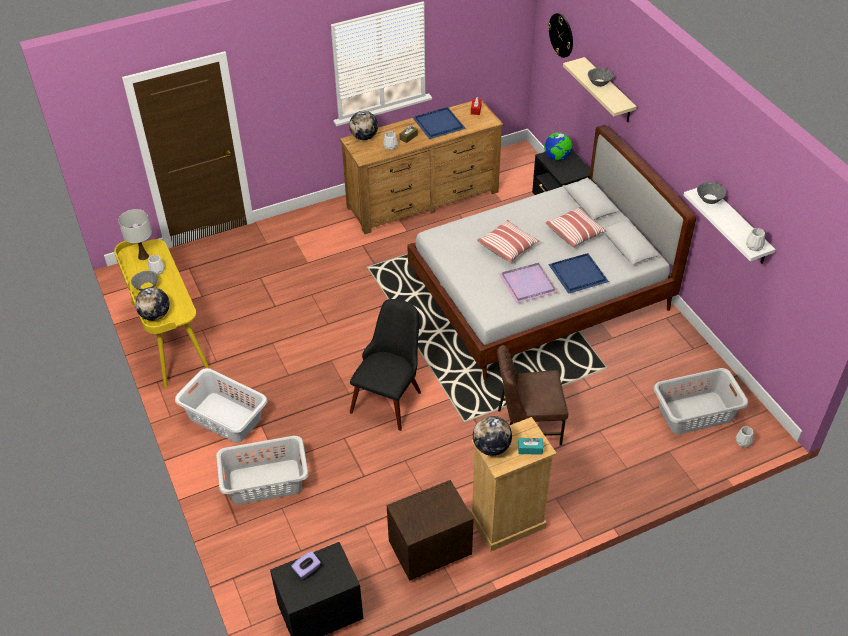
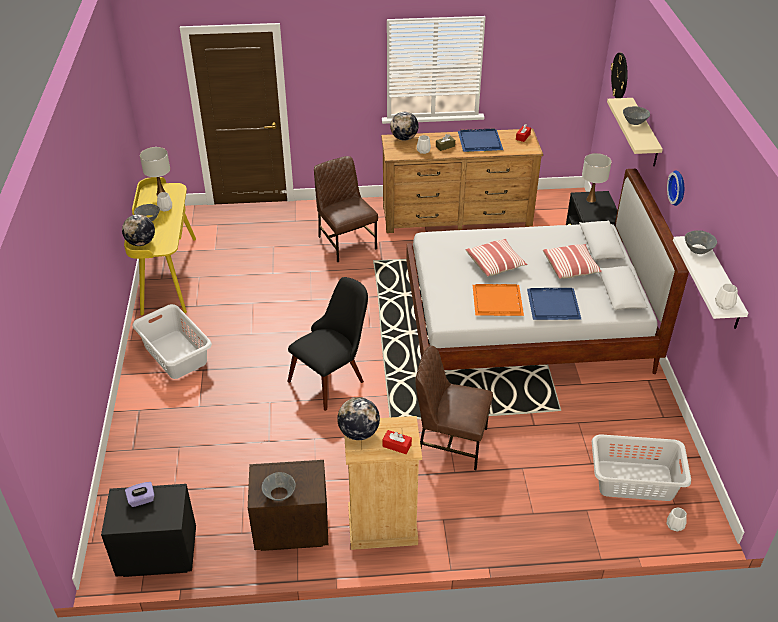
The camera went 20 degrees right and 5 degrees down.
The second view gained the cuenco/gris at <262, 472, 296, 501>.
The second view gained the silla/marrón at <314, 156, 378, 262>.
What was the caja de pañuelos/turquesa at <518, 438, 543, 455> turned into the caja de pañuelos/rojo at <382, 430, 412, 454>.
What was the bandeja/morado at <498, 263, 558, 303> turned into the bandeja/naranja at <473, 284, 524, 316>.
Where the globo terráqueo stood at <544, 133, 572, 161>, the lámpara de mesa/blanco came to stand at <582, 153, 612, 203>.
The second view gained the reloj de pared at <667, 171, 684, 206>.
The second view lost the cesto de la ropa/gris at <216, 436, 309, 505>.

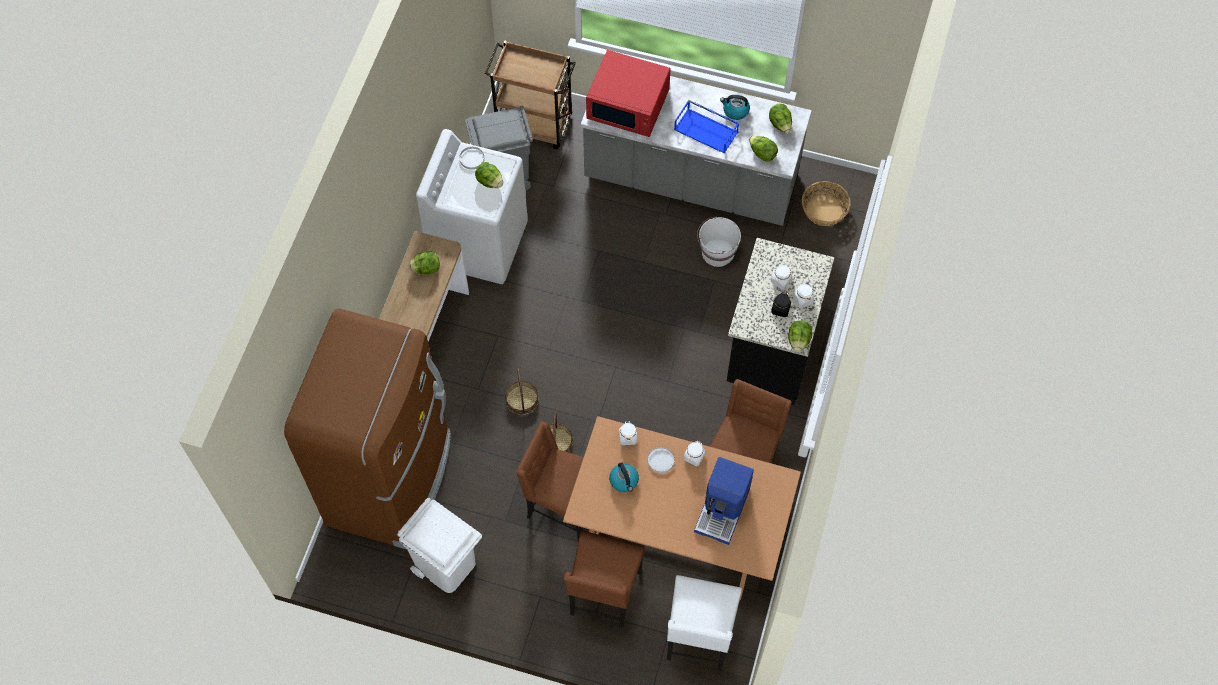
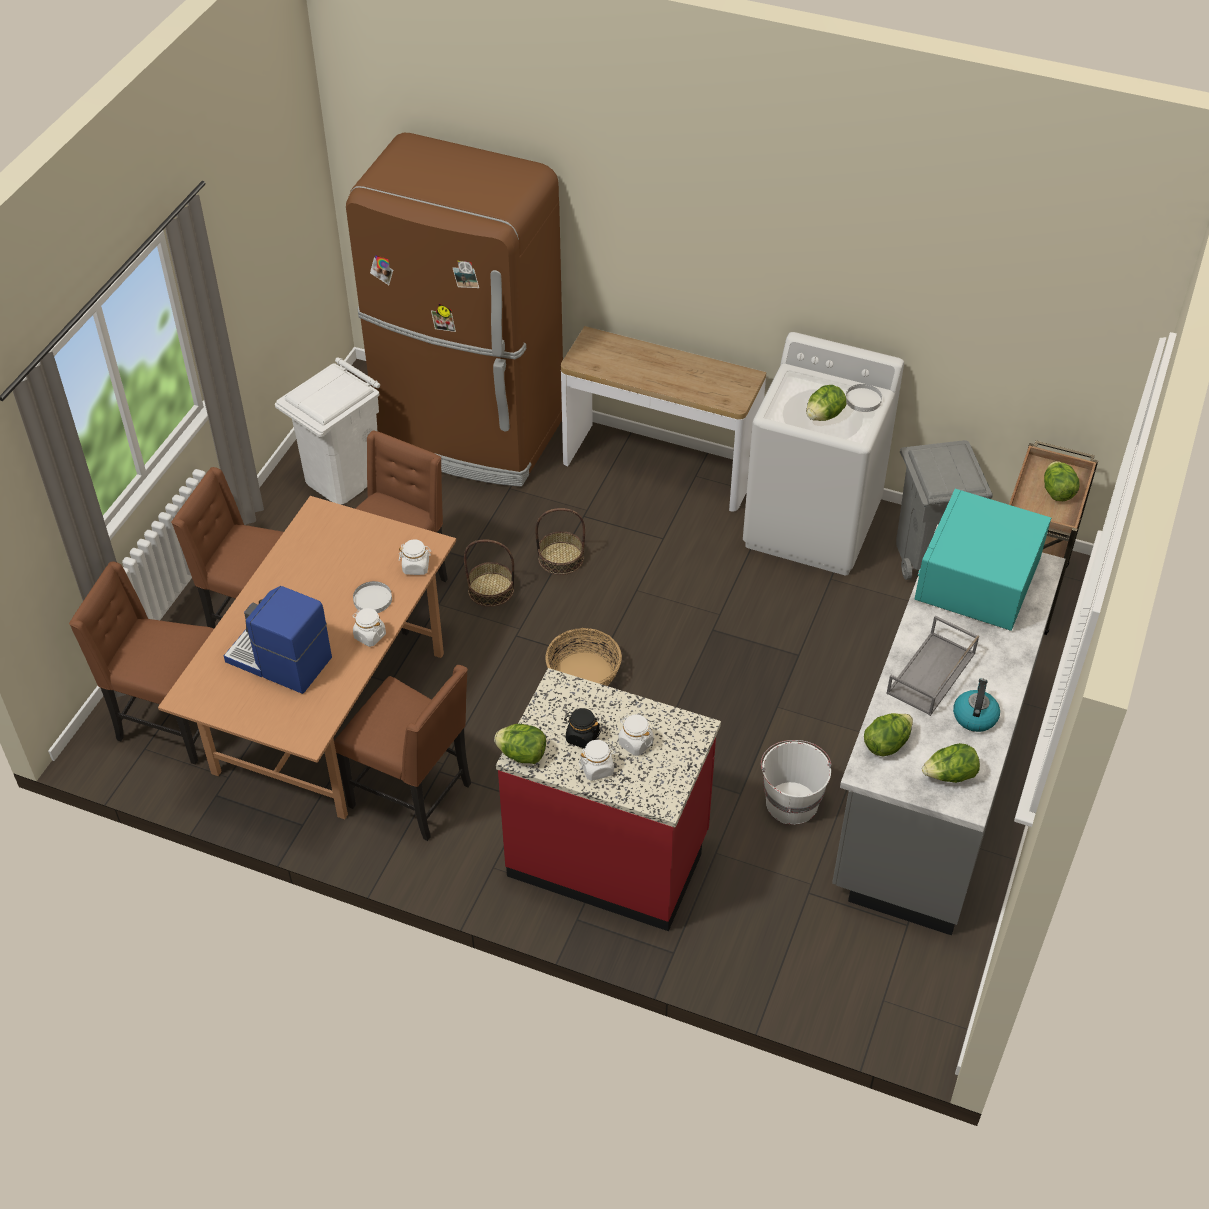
The camera went 95 degrees right and 15 degrees down.
What was the silla/blanco at <667, 575, 742, 671> turned into the silla/marrón at <69, 561, 214, 765>.
What was the mueble bajo de cocina/negro at <727, 238, 834, 405> turned into the mueble bajo de cocina/rojo at <496, 668, 721, 931>.
The cesta ended up elsewhere, having gone from <802, 181, 851, 226> to <545, 628, 622, 686>.
What was the bandeja/azul at <674, 100, 739, 154> turned into the bandeja/gris at <886, 616, 979, 716>.
What was the microondas/rojo at <586, 50, 671, 137> turned into the microondas/turquesa at <914, 489, 1051, 631>.
The lechuga ended up elsewhere, having gone from <409, 251, 440, 274> to <1044, 461, 1080, 501>.
The second view lost the hervidor at <609, 462, 639, 492>.

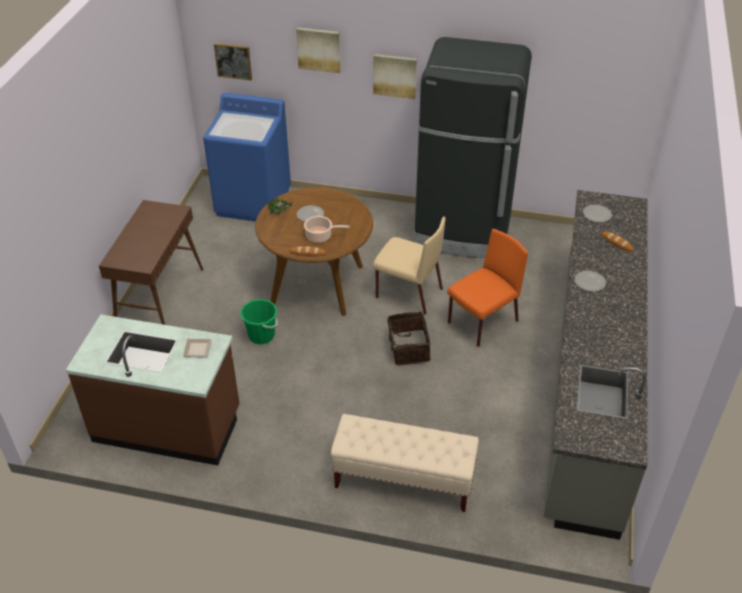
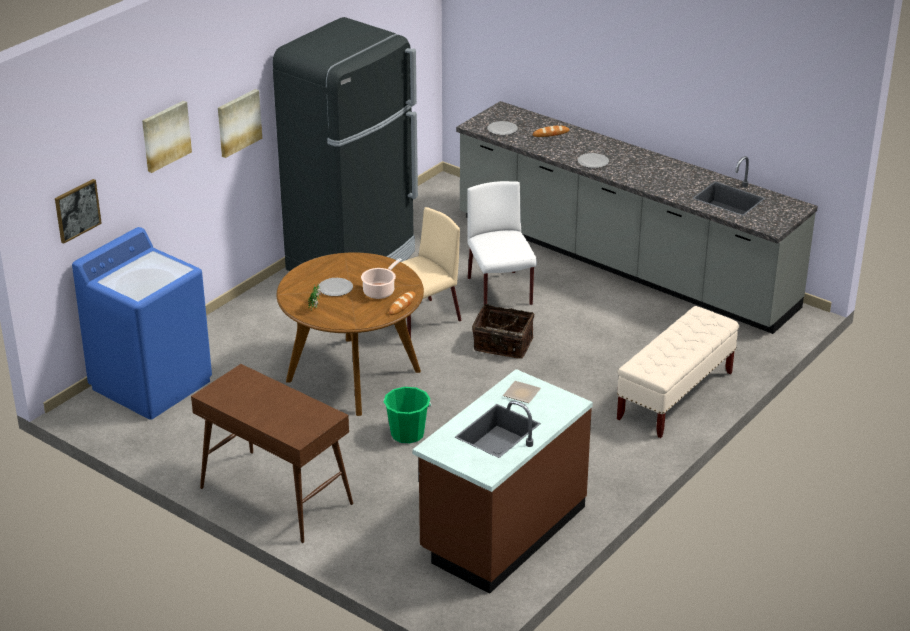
The camera went 65 degrees left and 10 degrees down.
What was the silla/naranja at <447, 229, 528, 347> turned into the silla/blanco at <467, 181, 537, 305>.

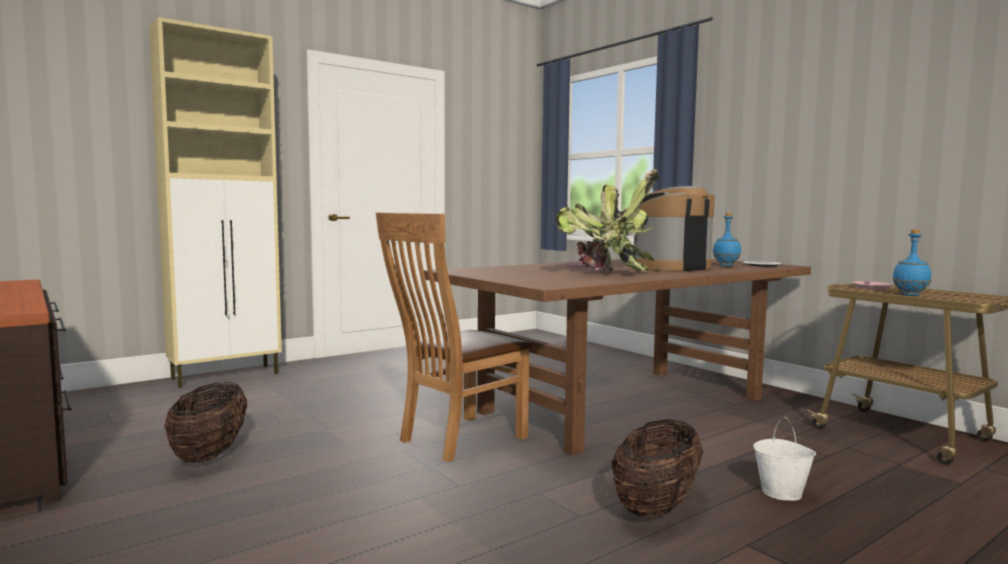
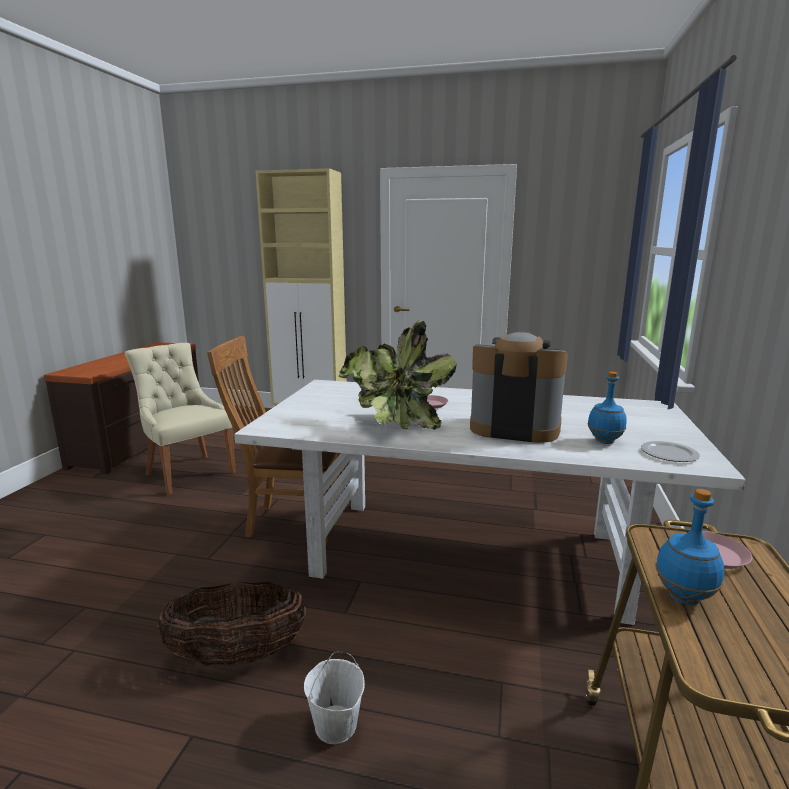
The camera went 50 degrees right and 10 degrees up.
Where the cesta stood at <164, 382, 247, 463>, the silla/beis came to stand at <125, 343, 236, 495>.
What was the mesa de comedor/marrón at <424, 259, 811, 456> turned into the mesa de comedor/blanco at <234, 380, 746, 625>.

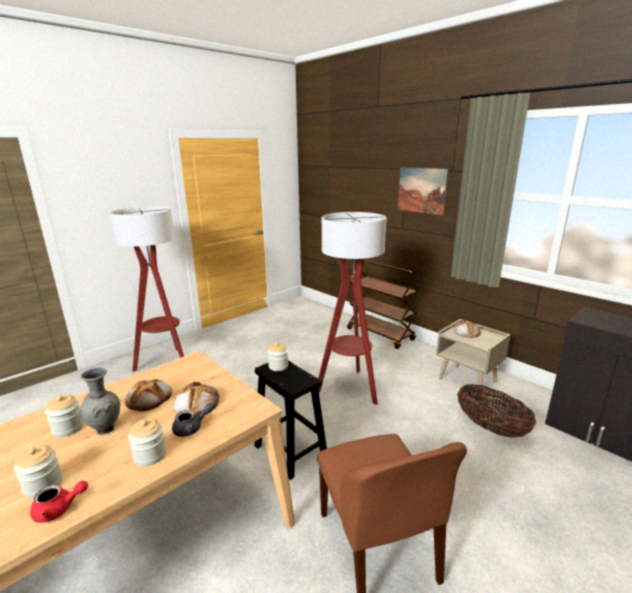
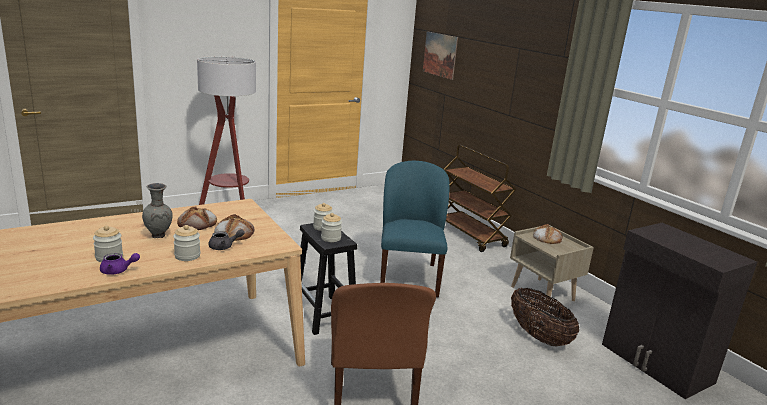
The camera went 10 degrees right and 0 degrees up.
What was the tetera/rojo at <30, 481, 88, 523> turned into the tetera/morado at <100, 253, 140, 275>.
The tarro ended up elsewhere, having gone from <45, 395, 84, 437> to <321, 213, 342, 242>.
Where the lámpara de pie stood at <318, 212, 387, 405>, the silla/azul came to stand at <380, 161, 449, 297>.
The cuadro ended up elsewhere, having gone from <398, 167, 448, 215> to <423, 31, 458, 80>.

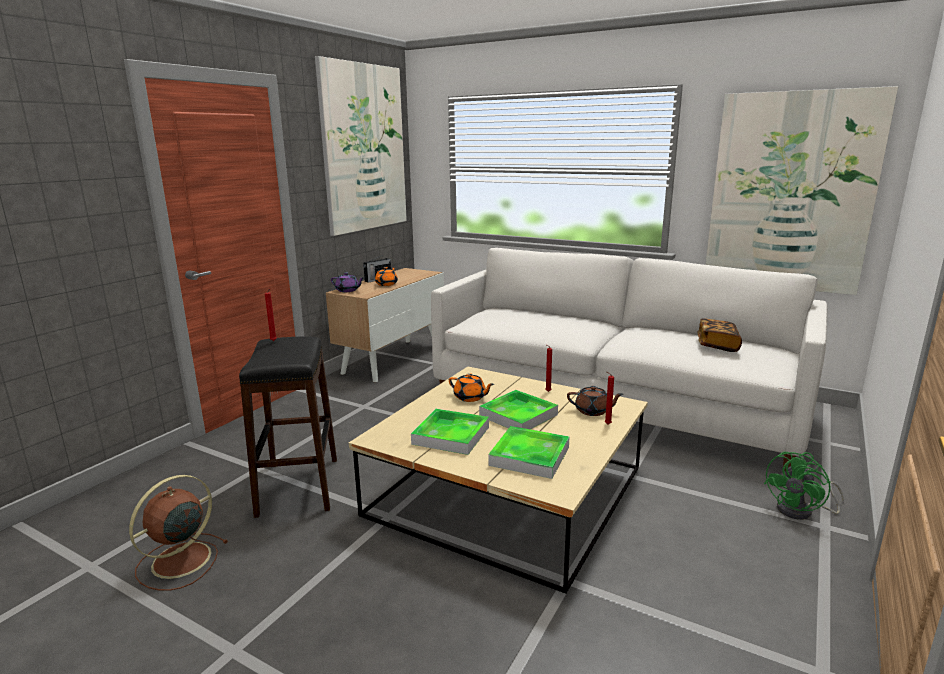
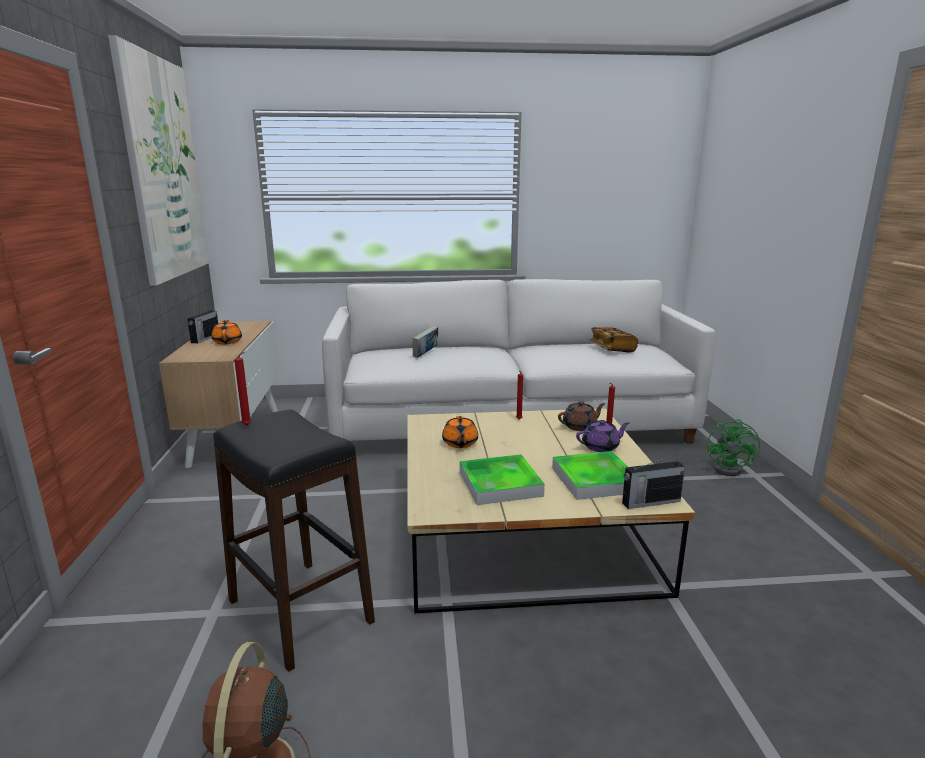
The camera went 35 degrees left and 0 degrees up.
The second view gained the libro at <413, 326, 438, 358>.
The tetera/naranja at <449, 373, 494, 402> ended up facing another way, 90 degrees clockwise from before.
The tetera/morado ended up elsewhere, having gone from <331, 273, 364, 292> to <576, 420, 629, 452>.
The second view gained the radio at <622, 454, 685, 509>.
The second view lost the bandeja at <479, 390, 558, 430>.
The second view lost the cuadro at <705, 86, 899, 295>.

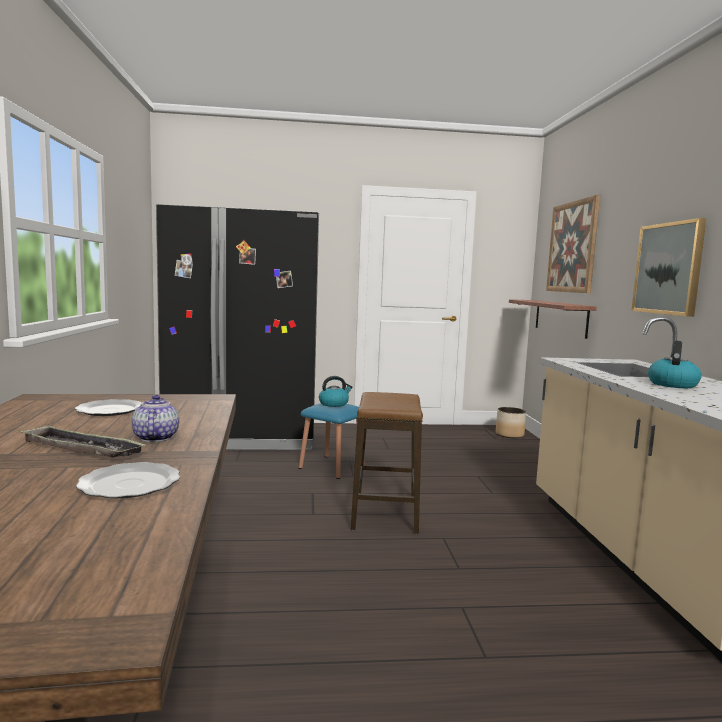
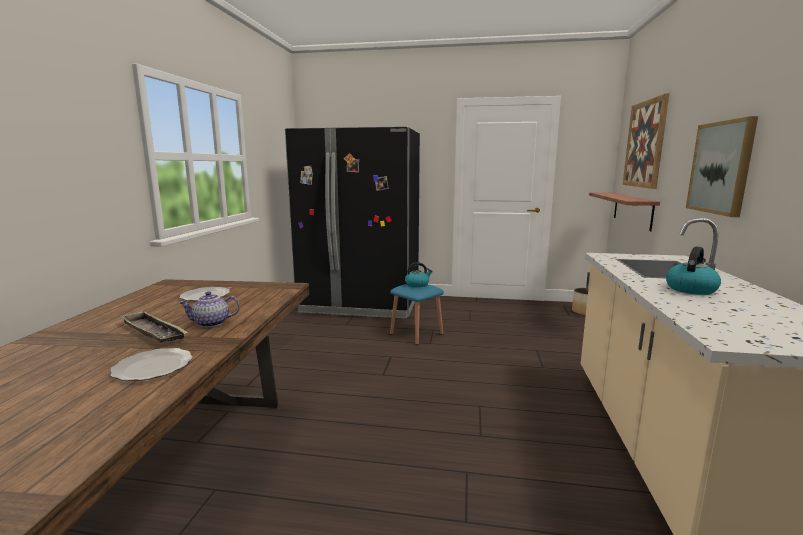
The camera went 15 degrees right and 5 degrees up.
The tetera at <132, 395, 179, 442> ended up facing another way, 105 degrees counterclockwise from before.
The second view lost the taburete at <351, 392, 423, 534>.

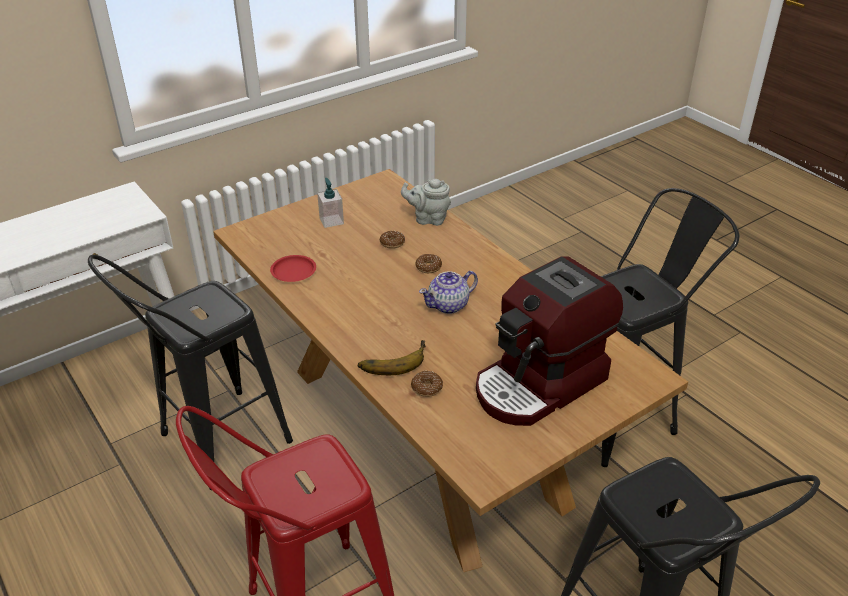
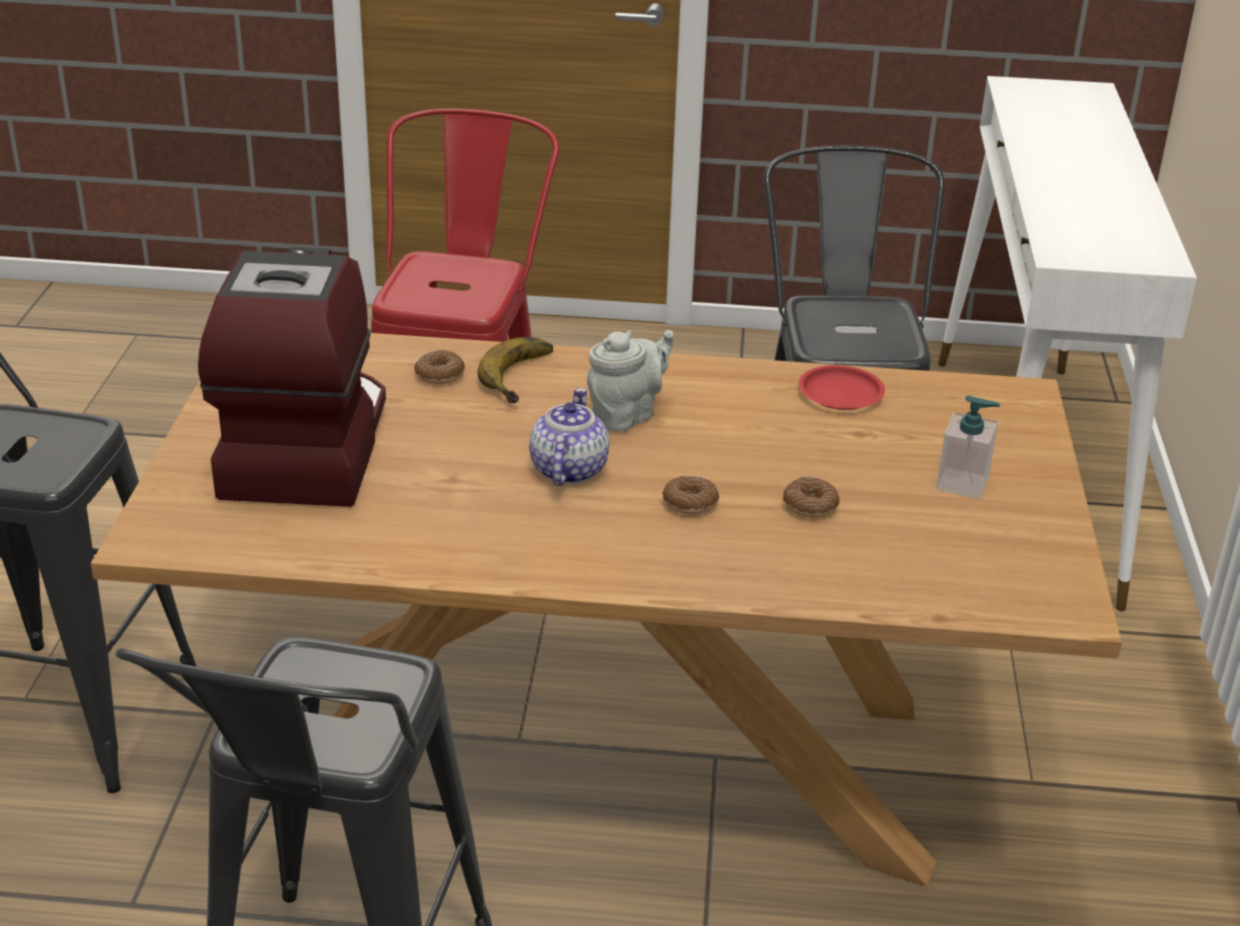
The camera went 130 degrees right and 5 degrees down.
The tetera/gris ended up elsewhere, having gone from <401, 179, 451, 226> to <587, 330, 674, 432>.

